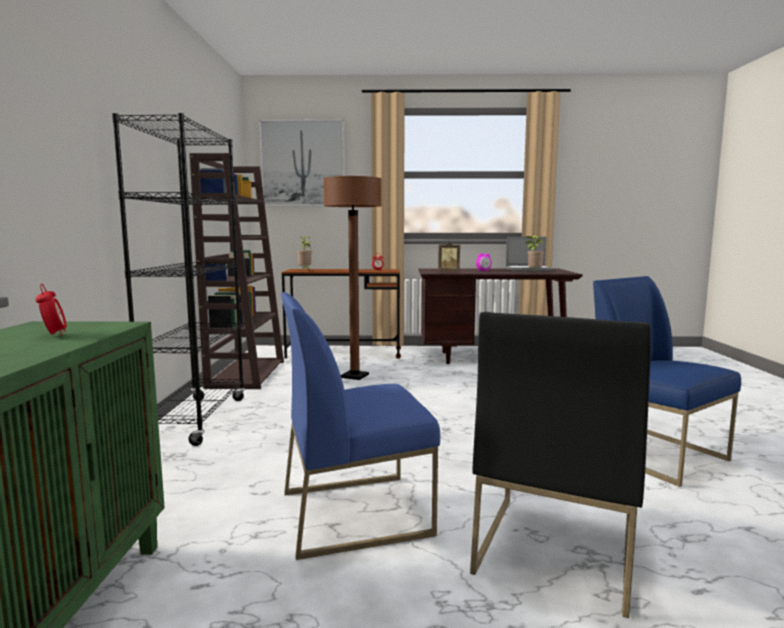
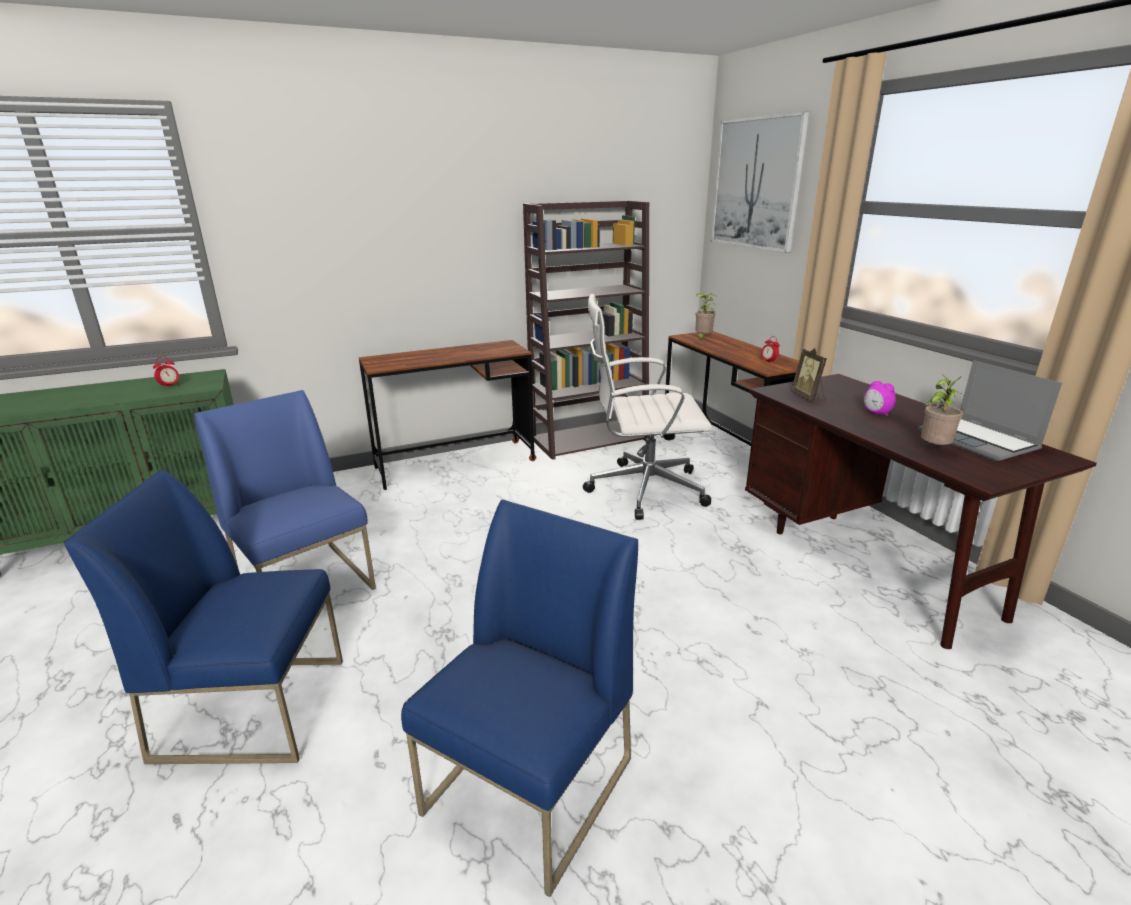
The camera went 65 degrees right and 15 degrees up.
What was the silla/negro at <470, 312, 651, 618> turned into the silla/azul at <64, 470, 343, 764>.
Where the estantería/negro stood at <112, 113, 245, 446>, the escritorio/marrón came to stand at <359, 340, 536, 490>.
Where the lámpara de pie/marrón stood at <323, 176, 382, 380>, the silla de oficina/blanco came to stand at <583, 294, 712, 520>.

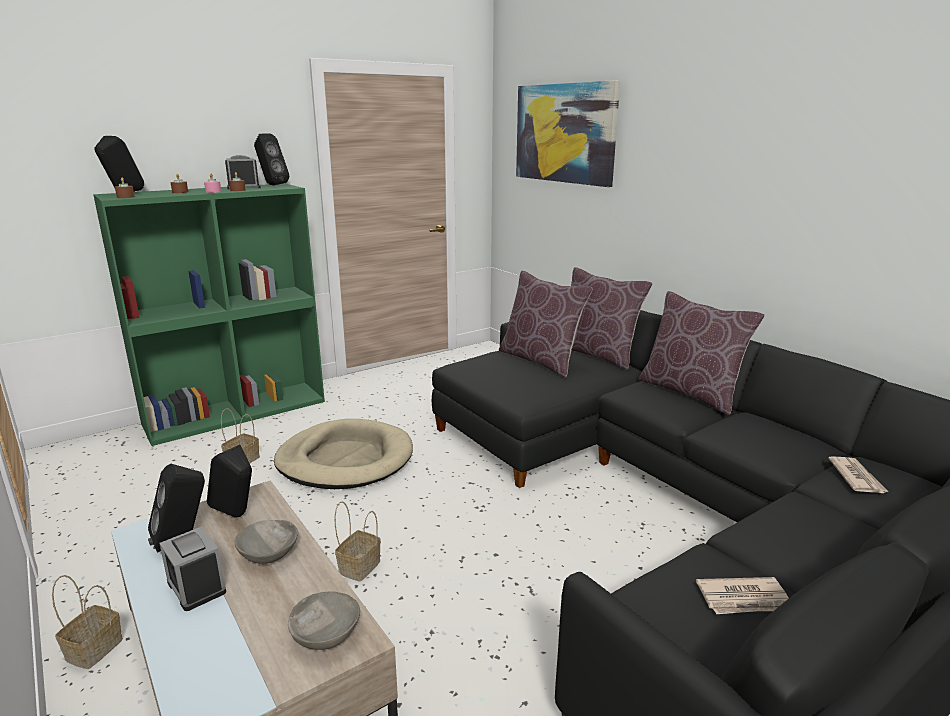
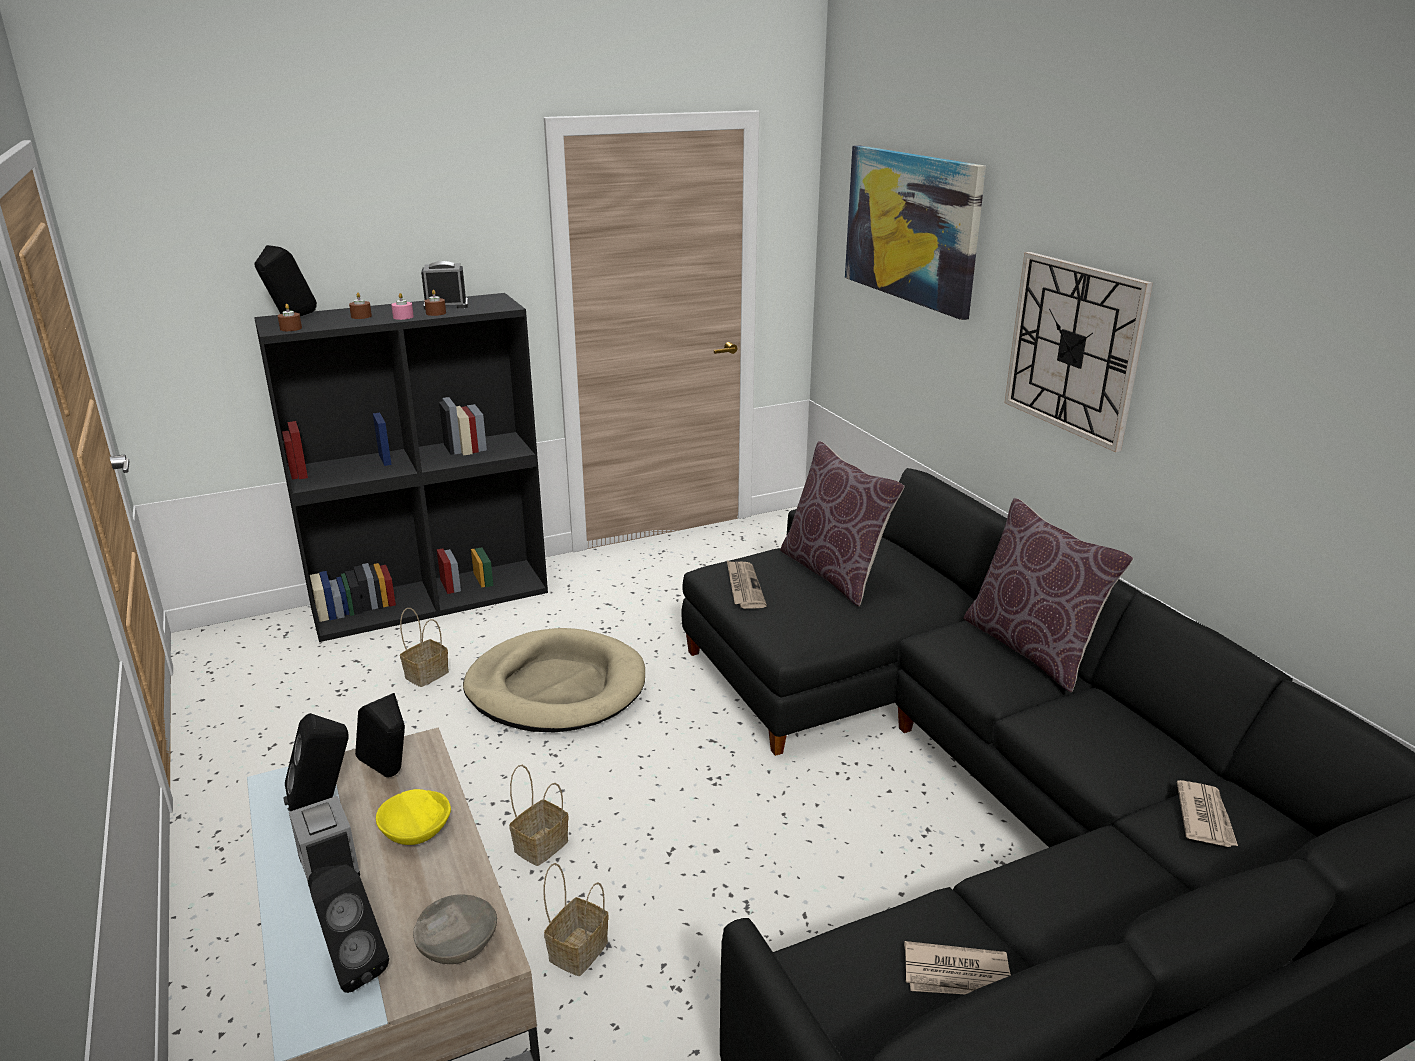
The camera went 10 degrees right and 5 degrees up.
What was the estantería/verde at <93, 183, 325, 446> turned into the estantería/negro at <254, 293, 548, 642>.
The altavoz/negro ended up elsewhere, having gone from <254, 133, 289, 185> to <308, 865, 389, 993>.
What was the cuenco/gris at <235, 520, 298, 564> turned into the cuenco/amarillo at <376, 789, 451, 845>.
The cesta ended up elsewhere, having gone from <52, 575, 123, 669> to <543, 863, 609, 976>.
The second view gained the periódico at <727, 561, 767, 609>.
The second view gained the reloj de pared at <1004, 252, 1153, 452>.
The second view lost the cojín/marrón at <571, 267, 653, 370>.

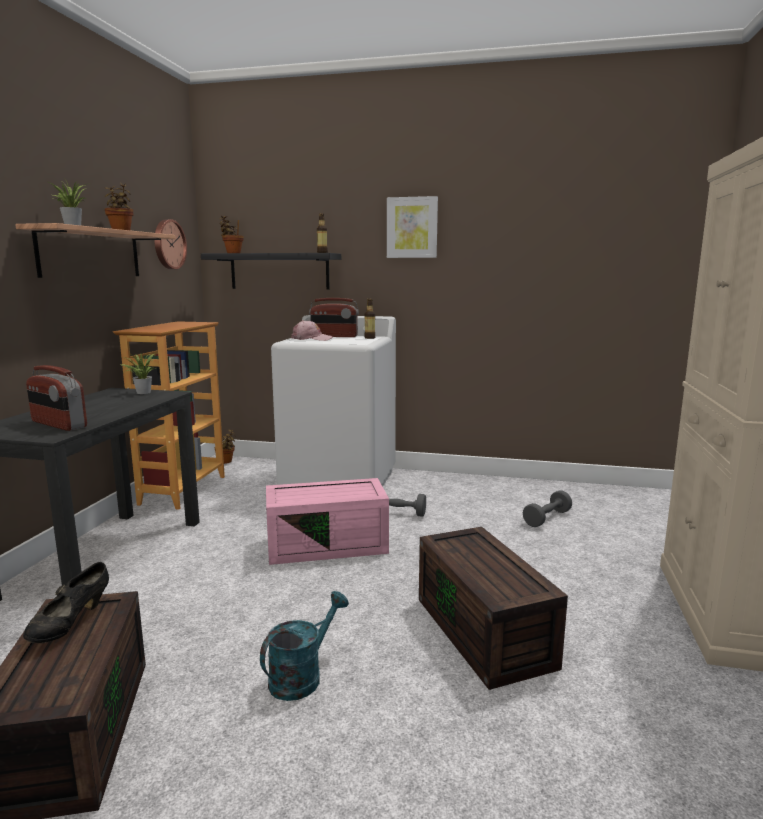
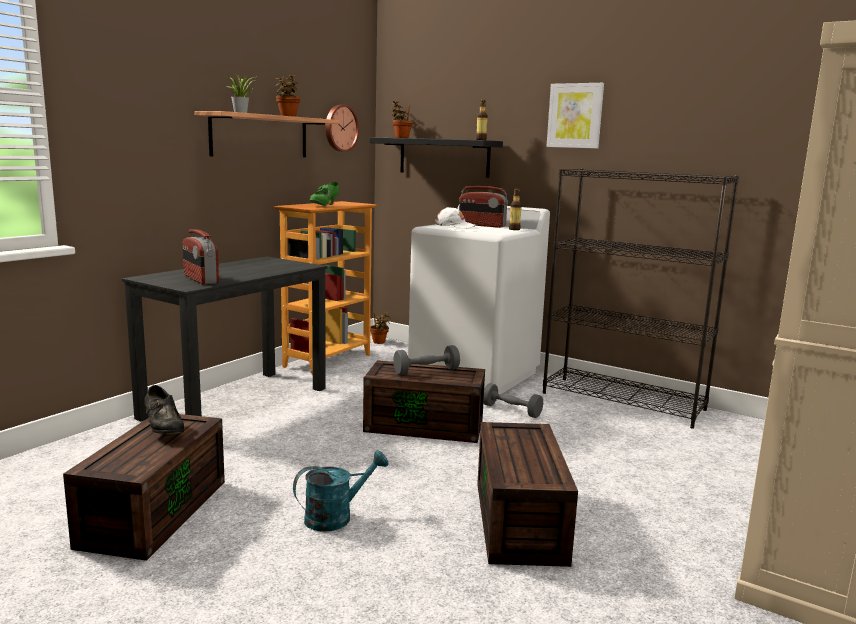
The camera went 20 degrees right and 0 degrees up.
The zapato/negro at <23, 562, 109, 643> ended up facing another way, 75 degrees counterclockwise from before.
The second view gained the zapato/verde at <310, 182, 339, 206>.
What was the caja de almacenaje/rosa at <266, 478, 389, 565> turned into the caja de almacenaje/marrón at <363, 360, 485, 443>.
The mancuerna/gris ended up elsewhere, having gone from <523, 490, 572, 527> to <393, 345, 460, 375>.
What was the gorra/rosa at <291, 320, 333, 341> turned into the gorra/blanco at <435, 207, 476, 229>.
The second view gained the estantería/negro at <543, 168, 739, 429>.
The second view lost the planta en maceta at <120, 353, 157, 394>.

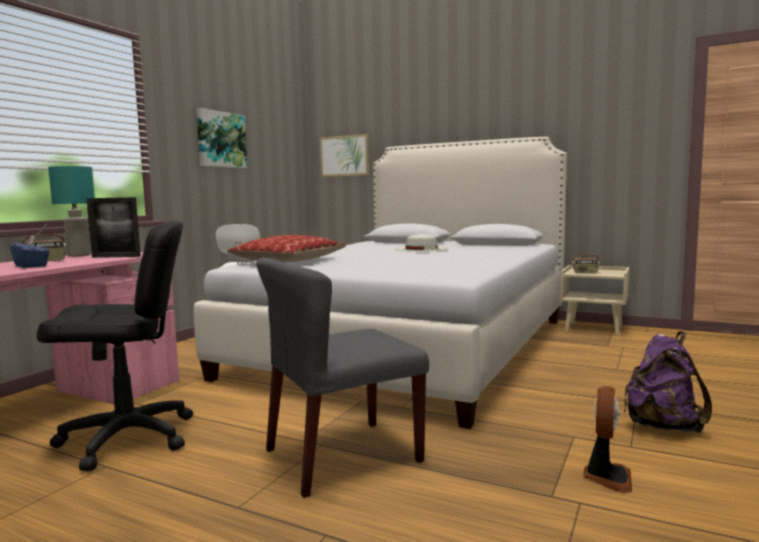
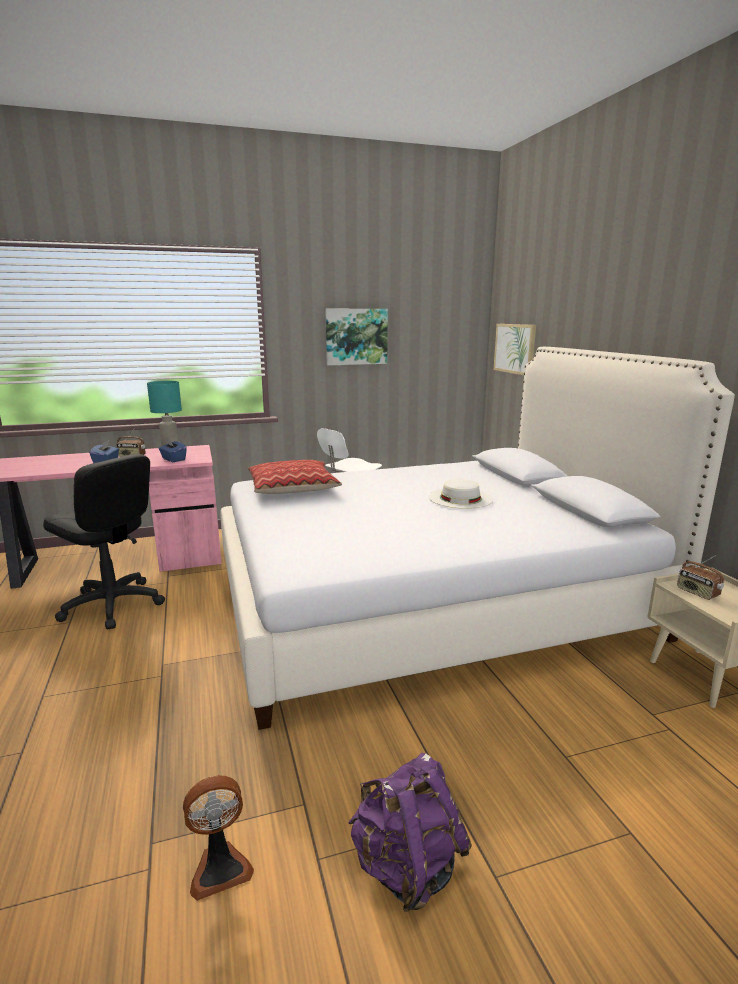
The camera went 45 degrees right and 10 degrees up.
Where the portarretratos stood at <86, 197, 141, 258>, the caja de pañuelos/azul came to stand at <159, 439, 187, 462>.
The second view lost the silla/gris at <256, 258, 429, 498>.

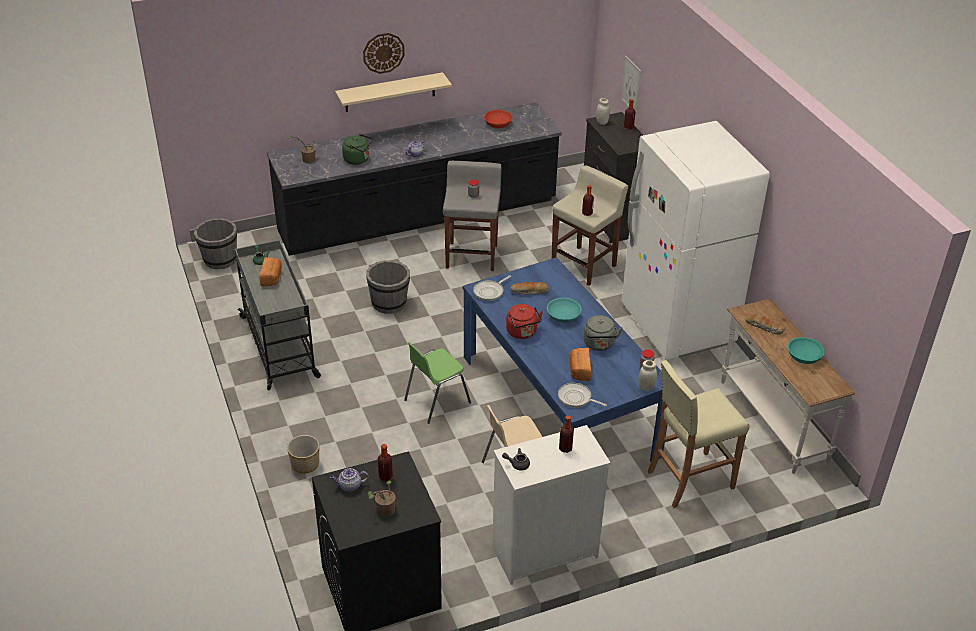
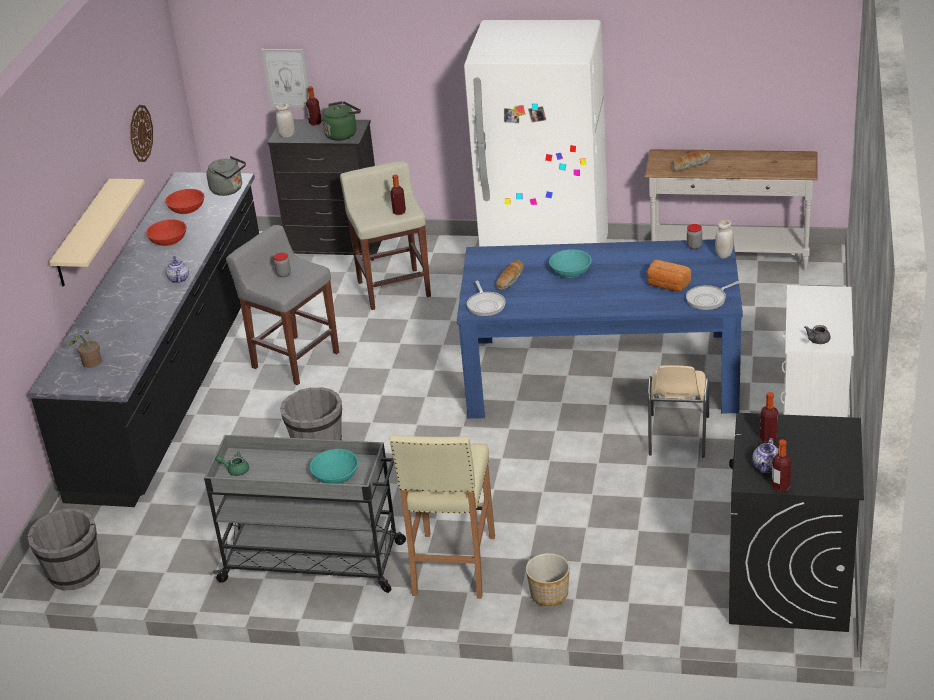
The camera went 55 degrees left and 5 degrees down.
The reloj de pared ended up elsewhere, having gone from <363, 33, 405, 74> to <131, 105, 153, 162>.
The second view gained the cuenco/rojo at <146, 220, 187, 246>.
The hervidor/gris ended up elsewhere, having gone from <583, 315, 623, 351> to <206, 156, 246, 196>.
The cuenco/turquesa ended up elsewhere, having gone from <788, 337, 825, 364> to <310, 449, 358, 484>.
The hervidor/verde ended up elsewhere, having gone from <342, 134, 373, 165> to <322, 101, 361, 141>.
The taburete/beis ended up elsewhere, having gone from <647, 360, 749, 508> to <390, 435, 495, 599>.
The botella ended up elsewhere, having gone from <559, 415, 574, 453> to <772, 439, 791, 492>.
The second view lost the pan at <260, 257, 282, 286>.
The second view lost the planta en maceta at <367, 480, 396, 517>.
The second view lost the silla/verde at <404, 342, 471, 424>.
The second view lost the hervidor/rojo at <506, 304, 543, 339>.

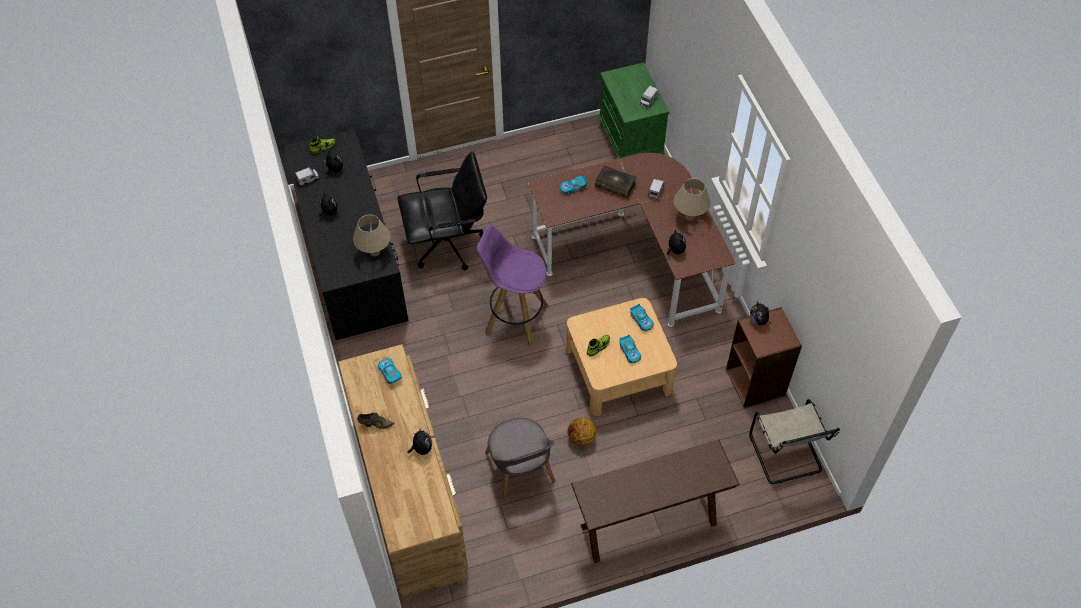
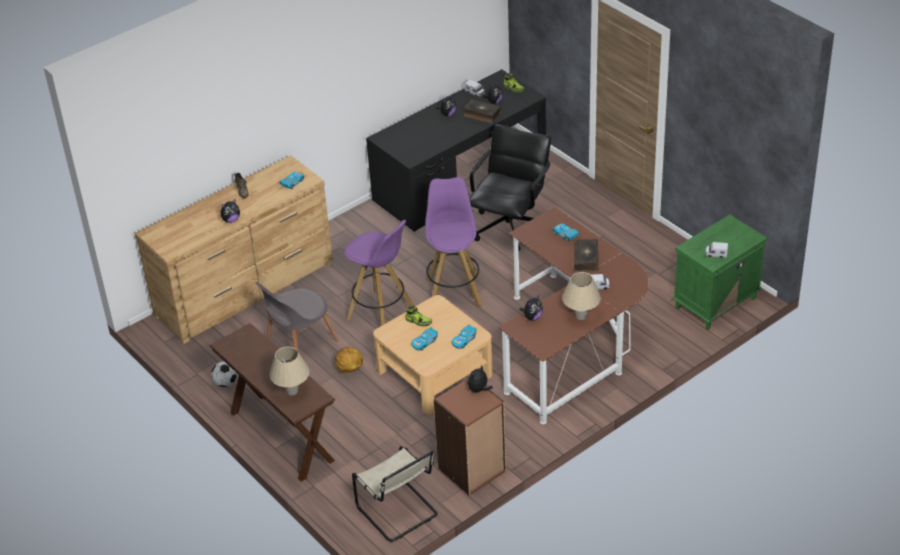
The camera went 70 degrees right and 15 degrees down.
The second view gained the balón de fútbol at <211, 361, 237, 387>.
The lámpara de mesa/beis ended up elsewhere, having gone from <353, 214, 391, 256> to <269, 347, 310, 395>.
The second view gained the taburete/morado at <344, 220, 414, 326>.
The silla/beis at <749, 399, 840, 484> ended up facing another way, 90 degrees counterclockwise from before.
The second view gained the libro at <463, 99, 501, 123>.
The silla de oficina/negro at <398, 151, 487, 270> ended up facing another way, 120 degrees counterclockwise from before.

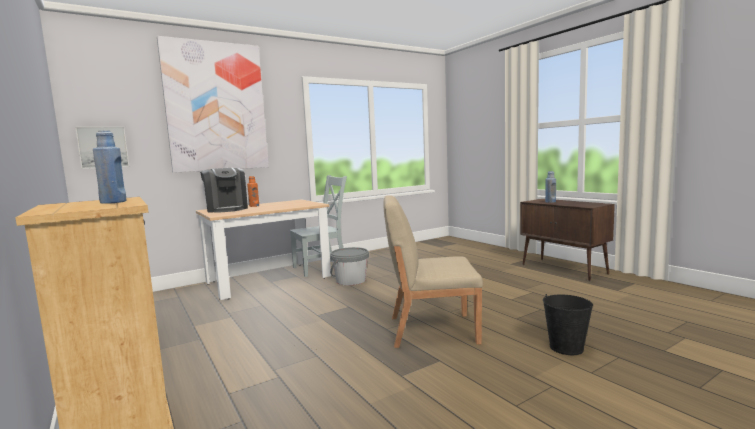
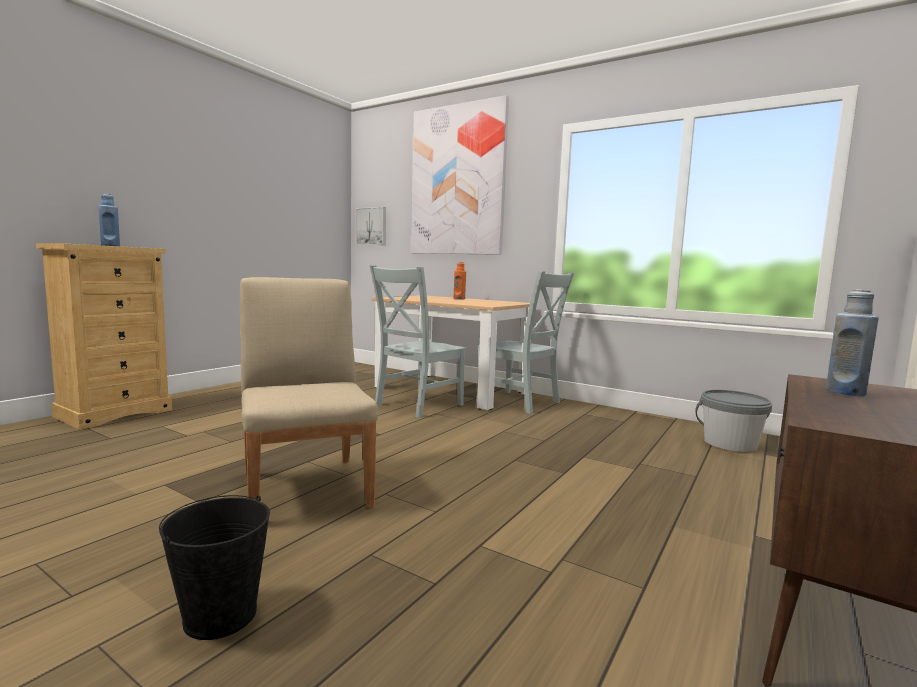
The camera went 65 degrees right and 0 degrees up.
The second view gained the silla/gris at <370, 265, 466, 418>.
The cubo/gris ended up elsewhere, having gone from <330, 247, 369, 285> to <695, 390, 772, 452>.
The second view lost the cafetera at <200, 168, 248, 213>.

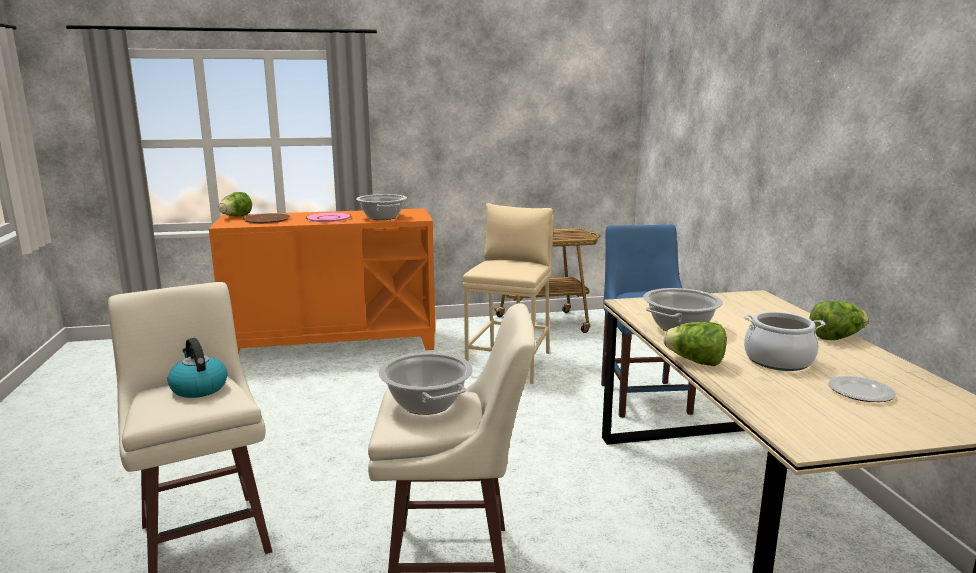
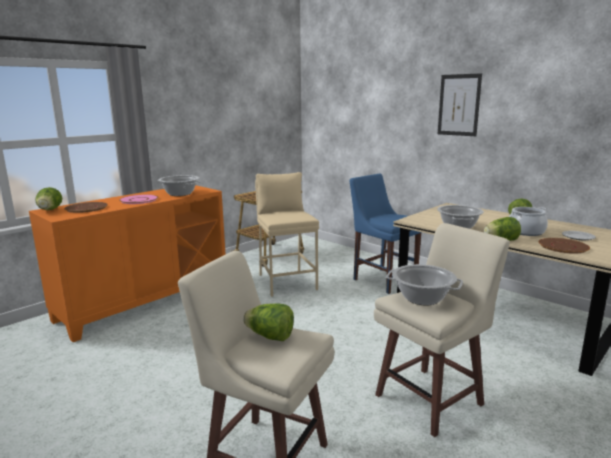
The camera went 35 degrees left and 0 degrees up.
Where the hervidor stood at <168, 338, 228, 398>, the lechuga came to stand at <243, 303, 294, 341>.
The second view gained the cuadro at <438, 73, 482, 136>.
The second view gained the plato/marrón at <538, 238, 590, 253>.

